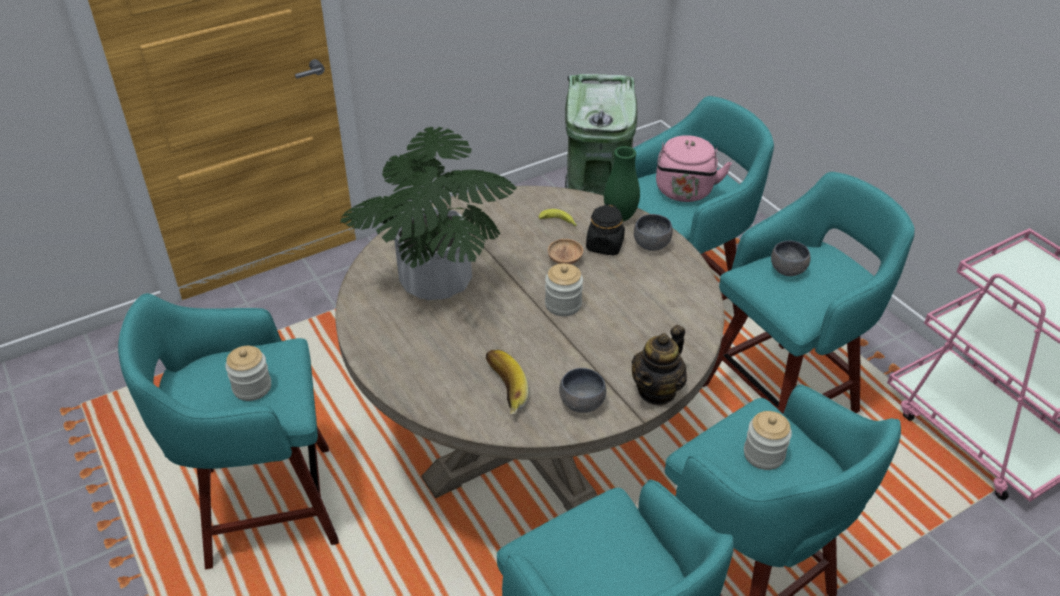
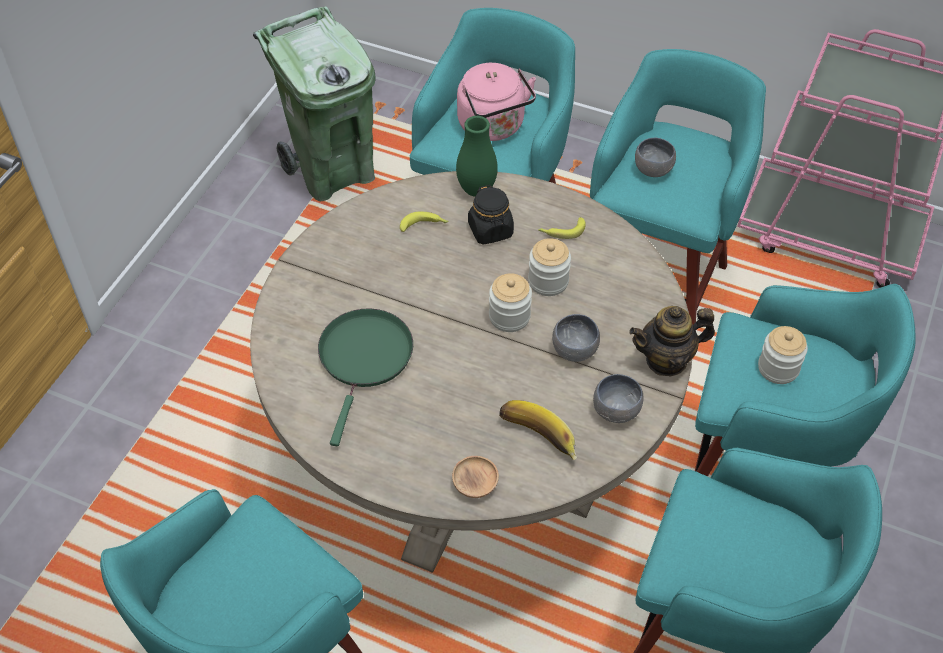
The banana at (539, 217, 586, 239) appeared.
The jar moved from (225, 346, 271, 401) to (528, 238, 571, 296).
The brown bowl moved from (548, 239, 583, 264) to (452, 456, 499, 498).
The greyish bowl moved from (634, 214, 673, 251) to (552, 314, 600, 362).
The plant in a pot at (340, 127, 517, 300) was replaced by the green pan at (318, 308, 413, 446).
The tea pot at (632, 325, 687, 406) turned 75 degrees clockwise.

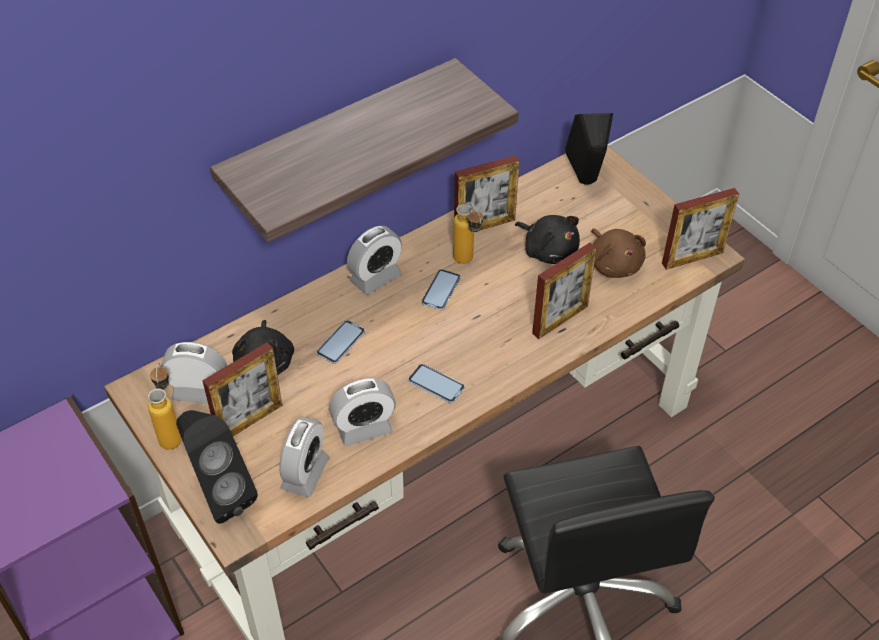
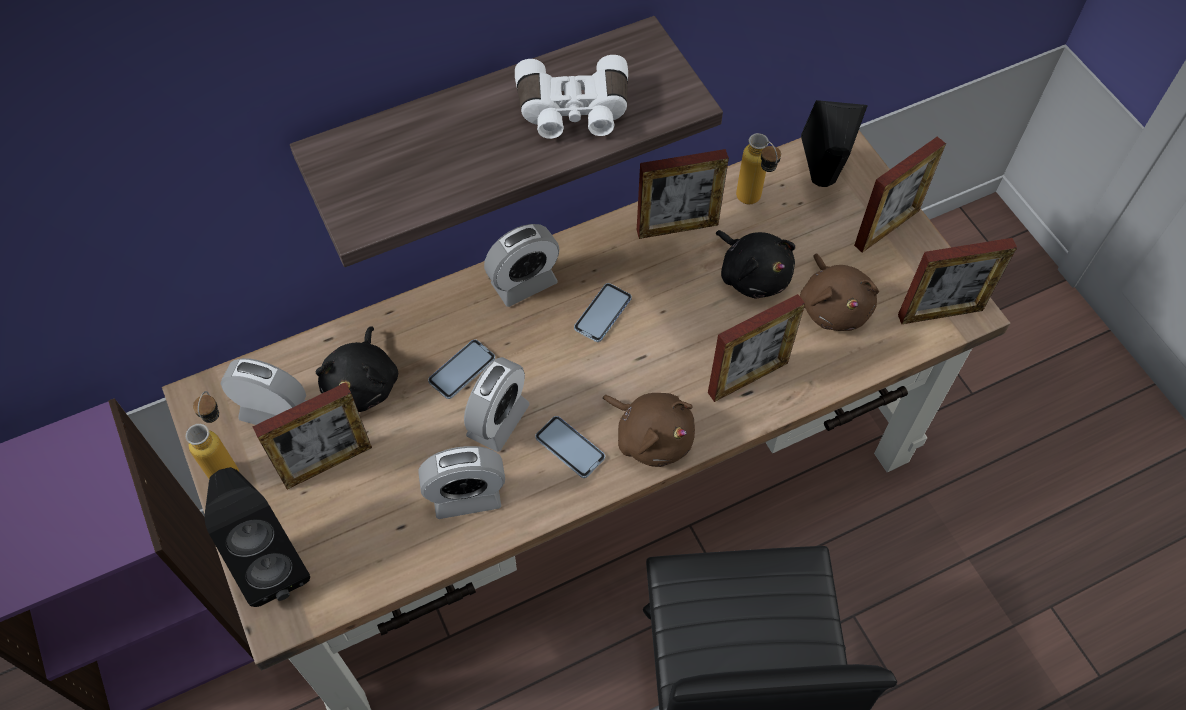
The white-coloured pair of binoculars at (515, 55, 628, 139) appeared.
The brown plush toy at (603, 393, 695, 467) appeared.
The standing frame at (854, 137, 946, 253) appeared.
The alarm clock moved from (279, 417, 329, 497) to (464, 357, 530, 452).
The drink bottle moved from (453, 204, 483, 264) to (736, 133, 781, 204).

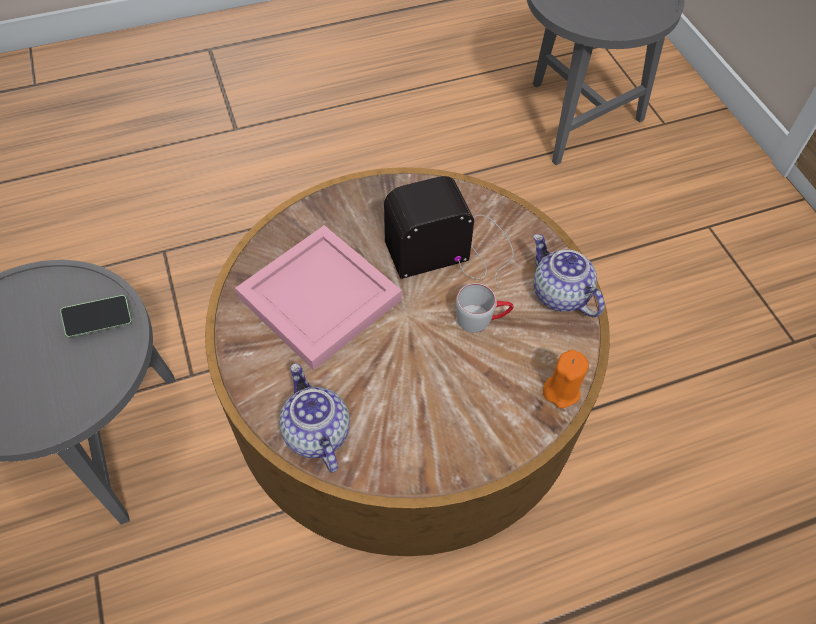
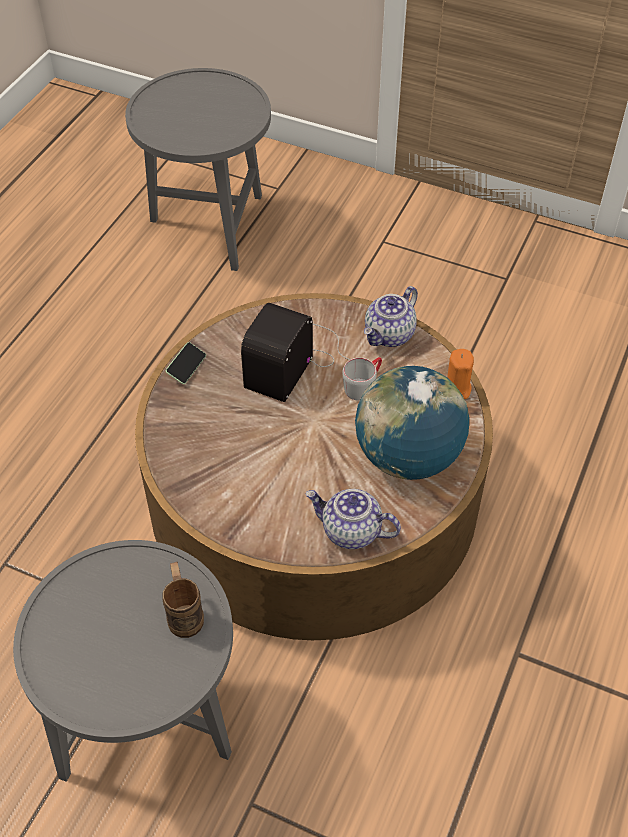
The pink serving tray at (235, 225, 402, 370) disappeared.
The brown mug at (162, 562, 204, 638) appeared.
The globe at (355, 366, 469, 480) appeared.
The handset moved from (60, 295, 131, 337) to (165, 342, 206, 384).
The tea pot at (533, 234, 605, 317) turned 60 degrees counterclockwise.

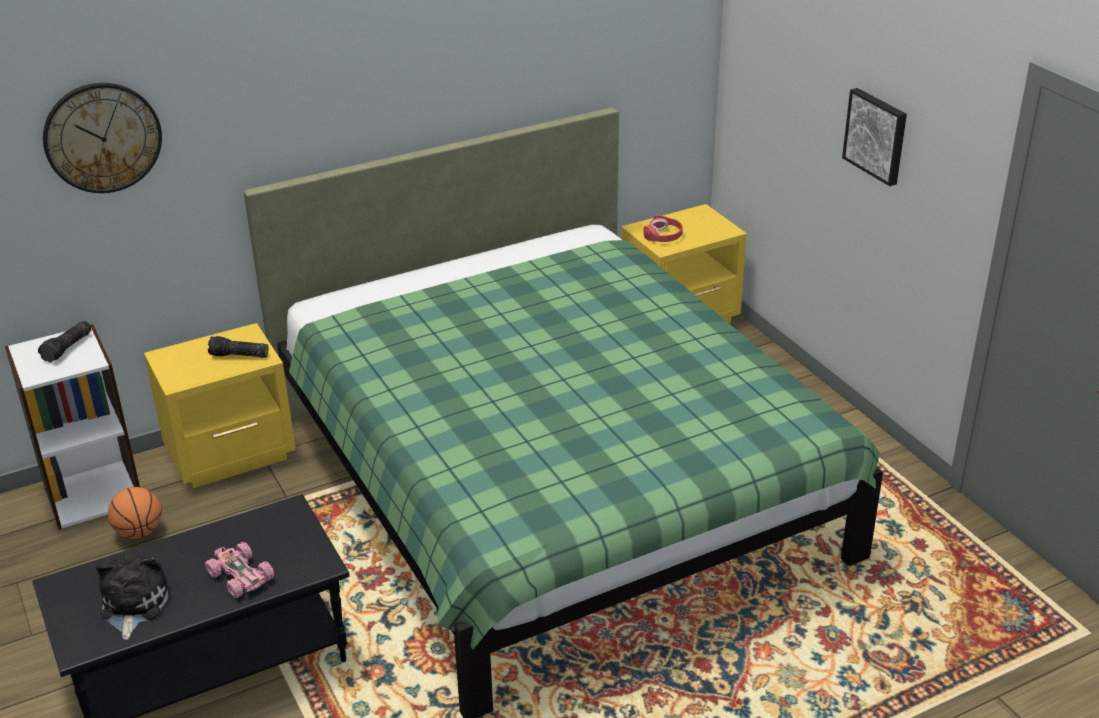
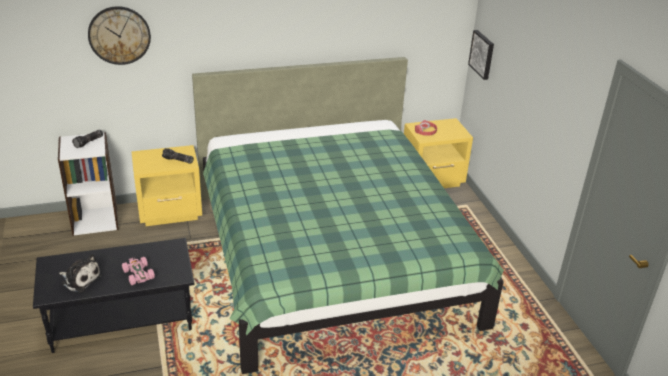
The basketball at (108, 487, 162, 539) disappeared.
The wall art moved from (842, 88, 907, 186) to (468, 30, 494, 80).
The plush toy at (96, 554, 169, 640) turned 105 degrees clockwise.

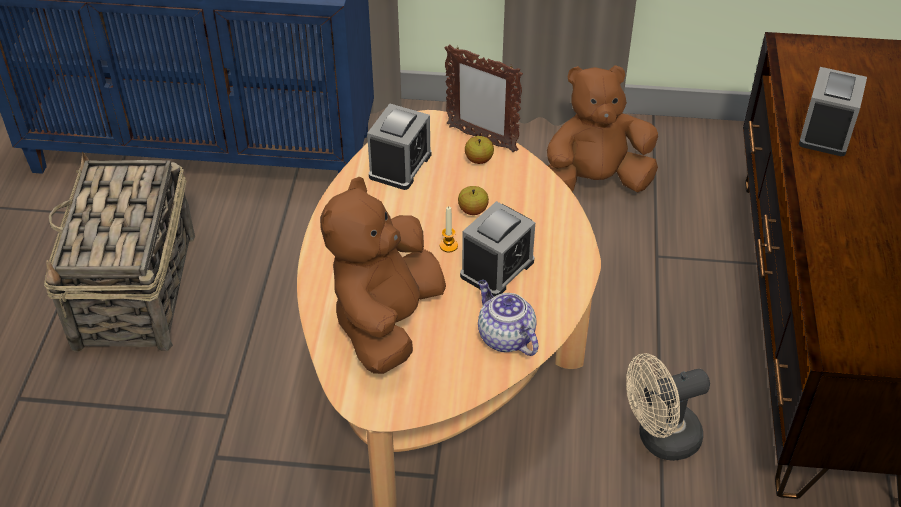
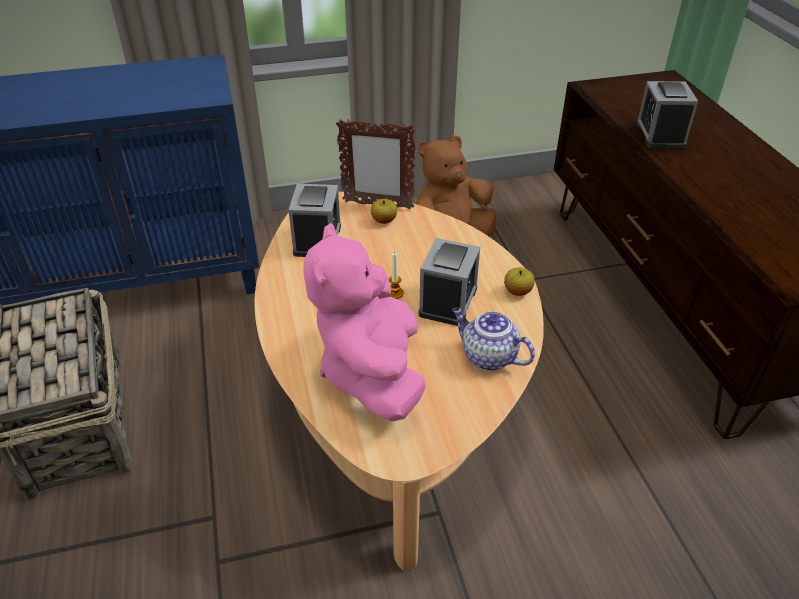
The beige electric fan at (626, 353, 710, 461) disappeared.
The apple fruit moved from (458, 186, 489, 215) to (504, 267, 535, 296).
The brown plush toy at (320, 176, 446, 374) became the pink plush toy at (303, 223, 426, 422).

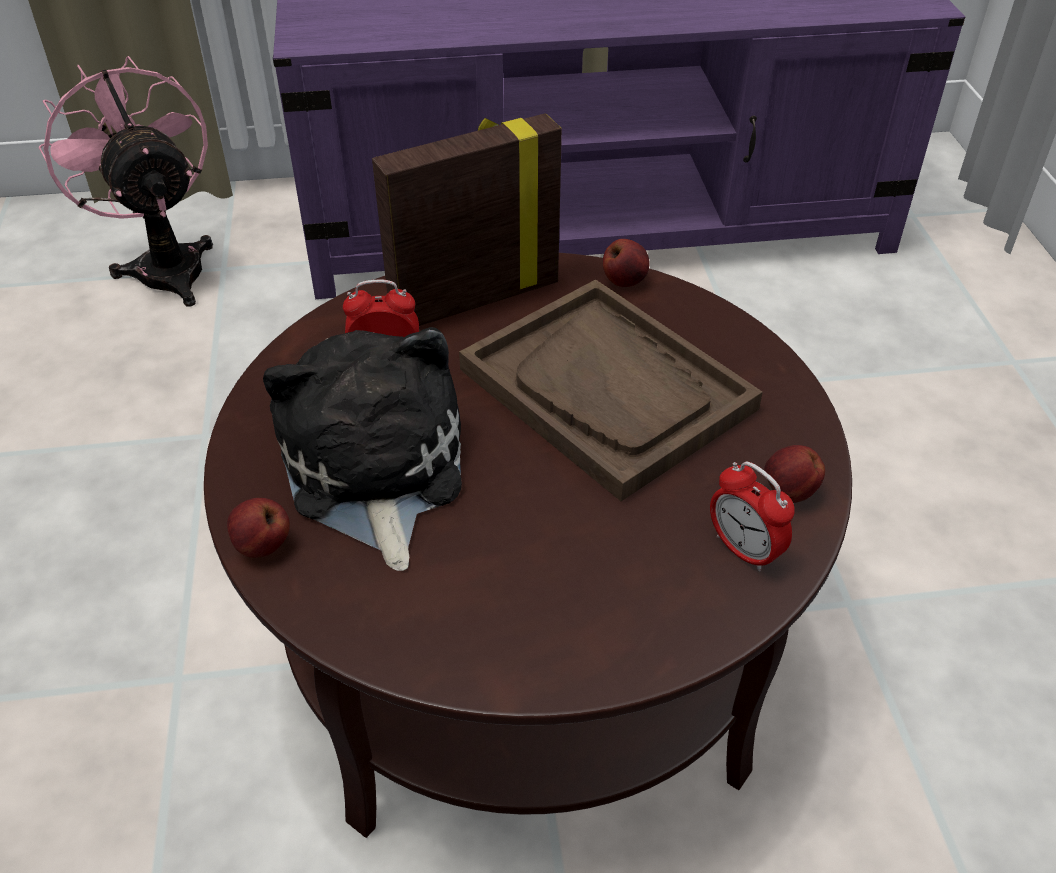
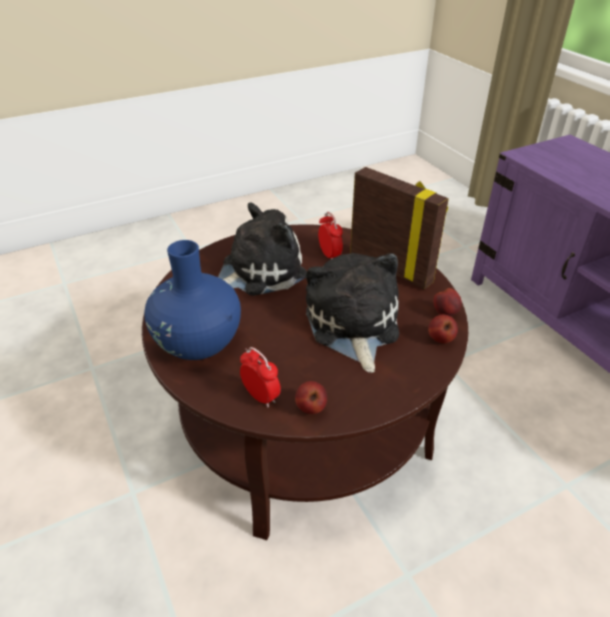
The pink electric fan at (39, 56, 213, 307) disappeared.
The blue vase at (144, 240, 241, 360) appeared.
The apple fruit moved from (227, 498, 290, 558) to (428, 314, 458, 343).
The brown serving tray at (459, 279, 763, 501) was replaced by the plush toy at (306, 253, 399, 373).
The alarm clock at (710, 461, 795, 572) turned 105 degrees clockwise.

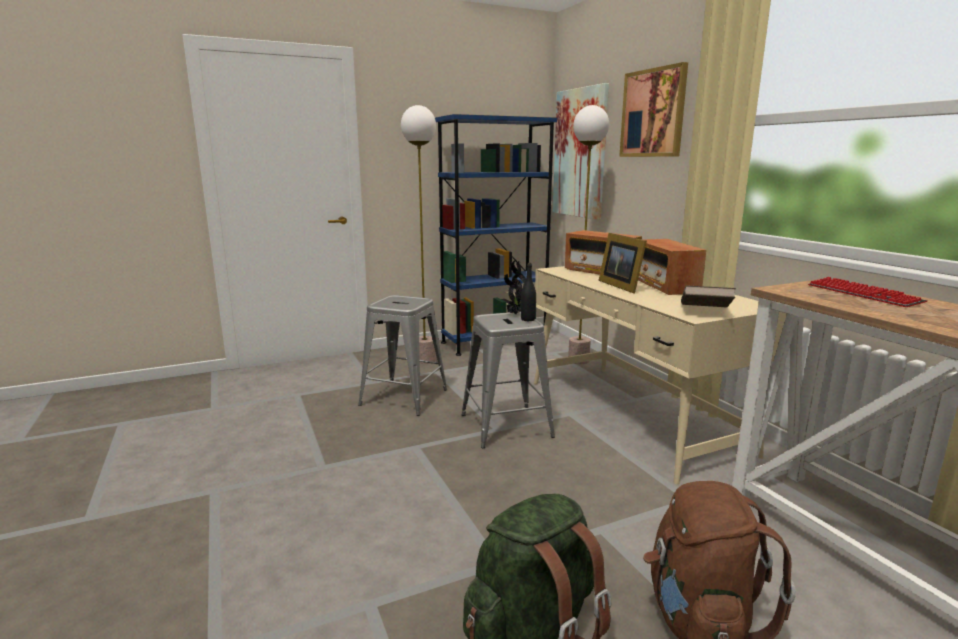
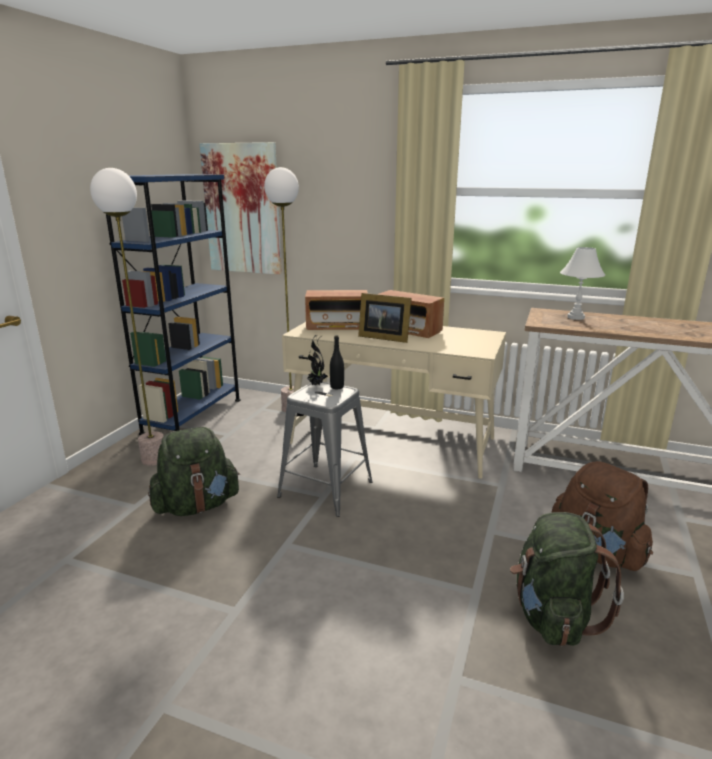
The wall art at (619, 62, 688, 157) disappeared.
The brown volume at (681, 285, 736, 307) disappeared.
The greyish stool at (358, 295, 447, 416) was replaced by the green rucksack at (148, 427, 240, 516).
The keyboard at (808, 277, 927, 307) was replaced by the white-coloured table lamp at (560, 247, 605, 320).

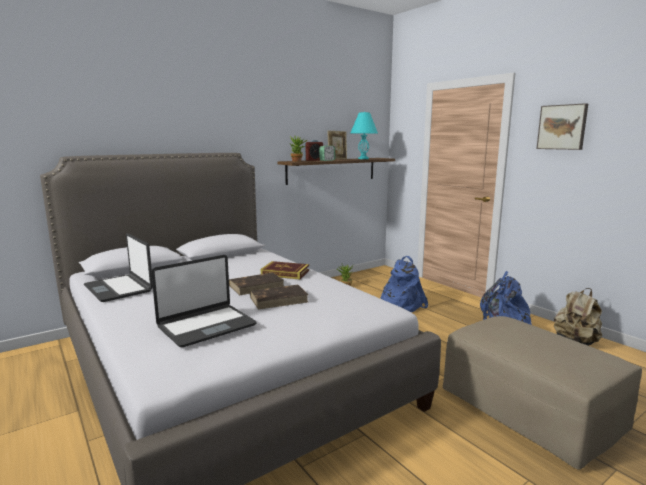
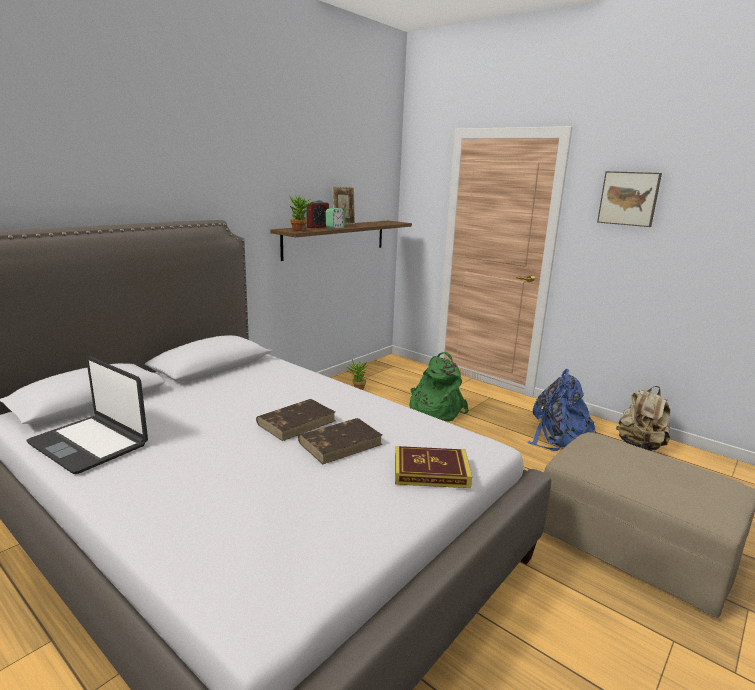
The laptop at (151, 255, 257, 347) disappeared.
The turquoise table lamp at (350, 112, 378, 159) disappeared.
The volume moved from (261, 261, 309, 280) to (395, 446, 472, 488).
The blue rucksack at (380, 256, 428, 312) became the green rucksack at (409, 352, 469, 421).

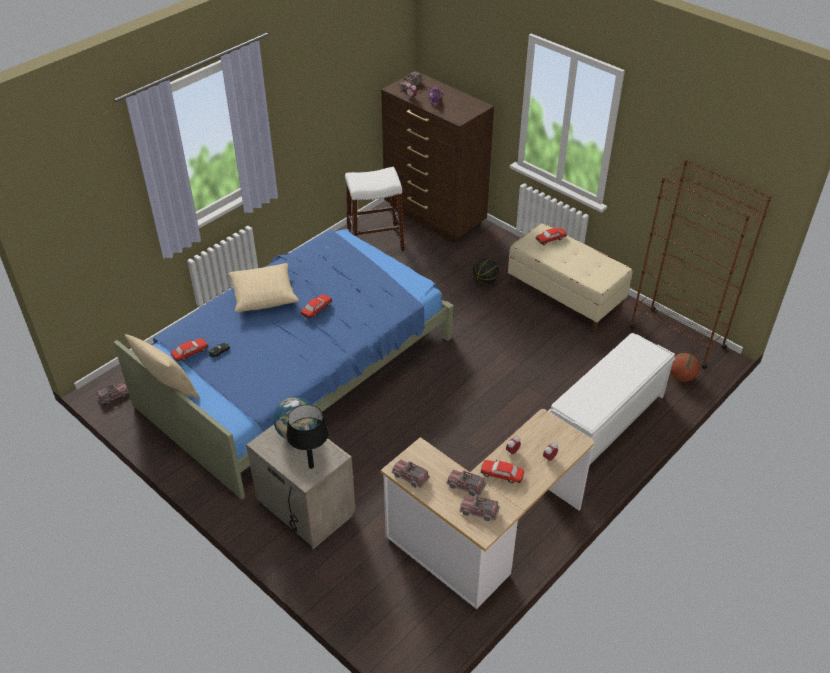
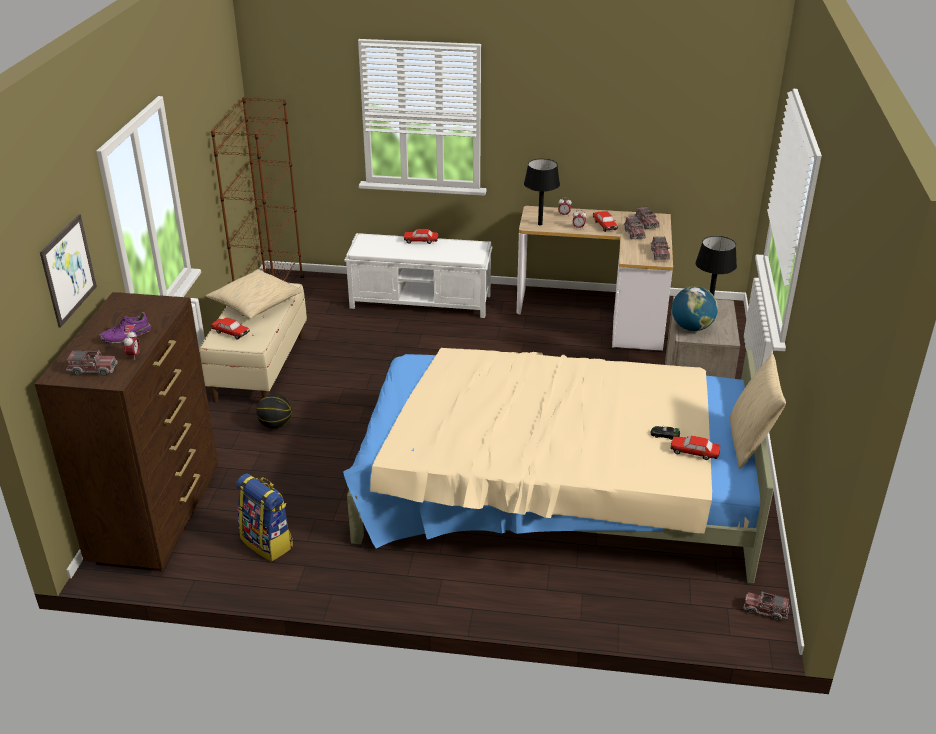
The basketball at (670, 353, 700, 382) disappeared.
The wall art at (40, 214, 97, 328) appeared.
The blackish table lamp at (524, 159, 560, 226) appeared.
The beige cushion moved from (228, 263, 299, 312) to (206, 269, 303, 319).
The miniature car moved from (301, 294, 332, 319) to (404, 229, 438, 244).
The white-coloured stool at (345, 167, 405, 251) was replaced by the rucksack at (236, 473, 293, 561).
The blue sleeping bed at (113, 229, 454, 499) became the beige sleeping bed at (343, 348, 774, 583).

